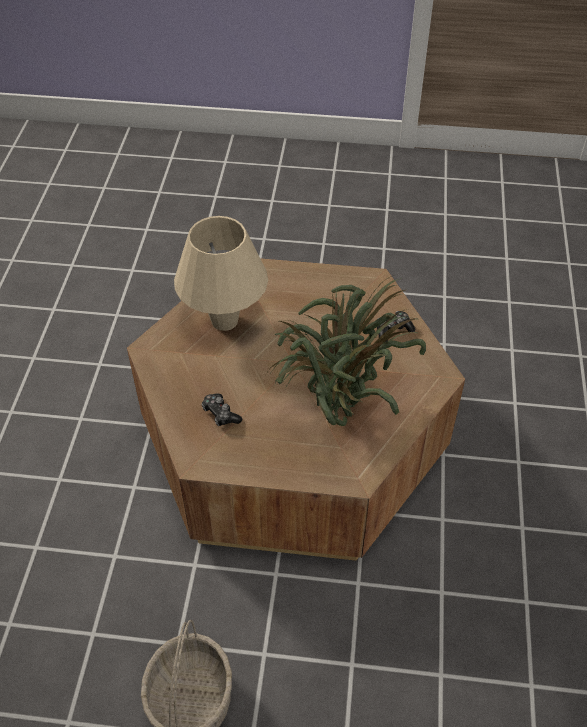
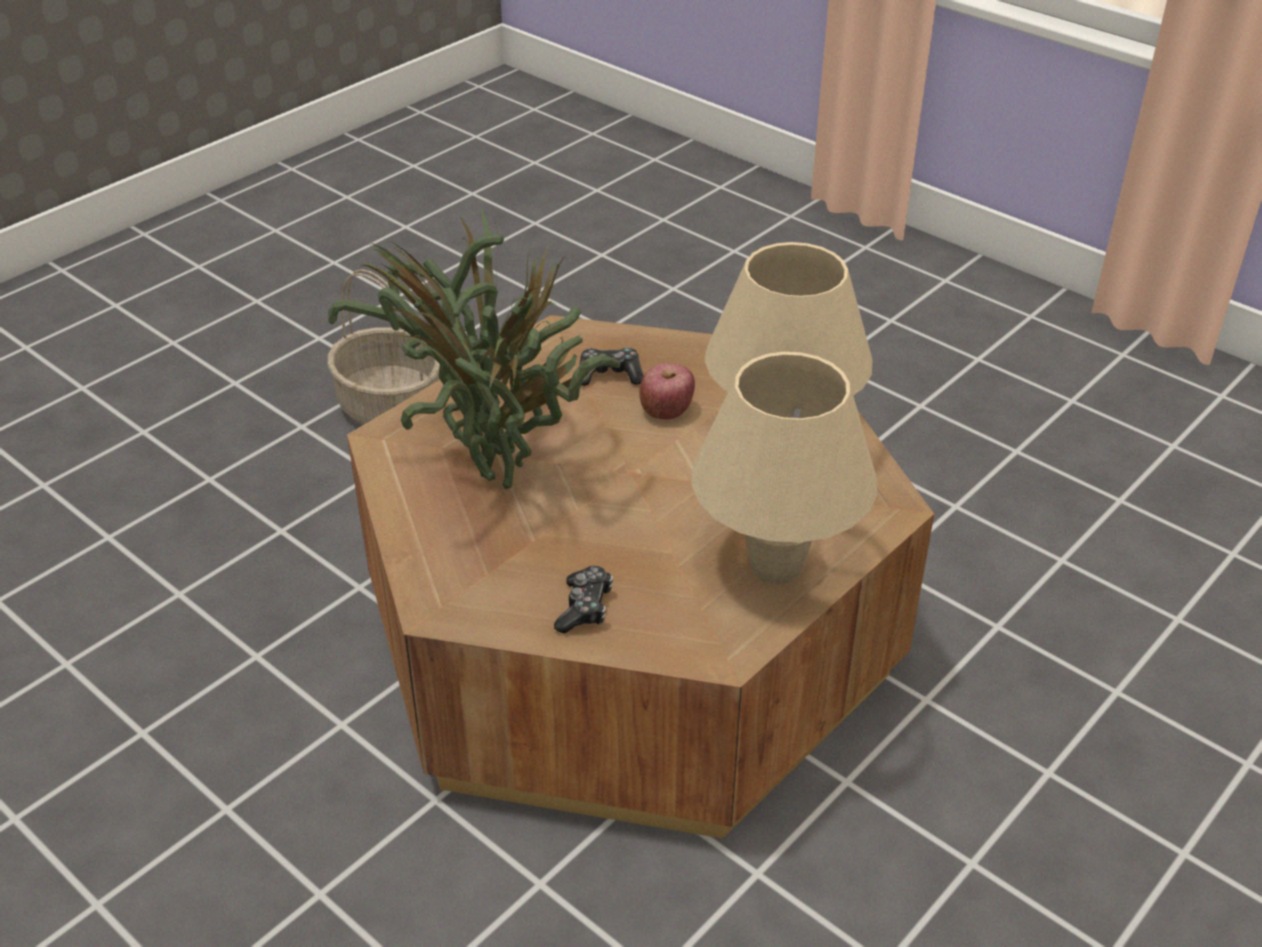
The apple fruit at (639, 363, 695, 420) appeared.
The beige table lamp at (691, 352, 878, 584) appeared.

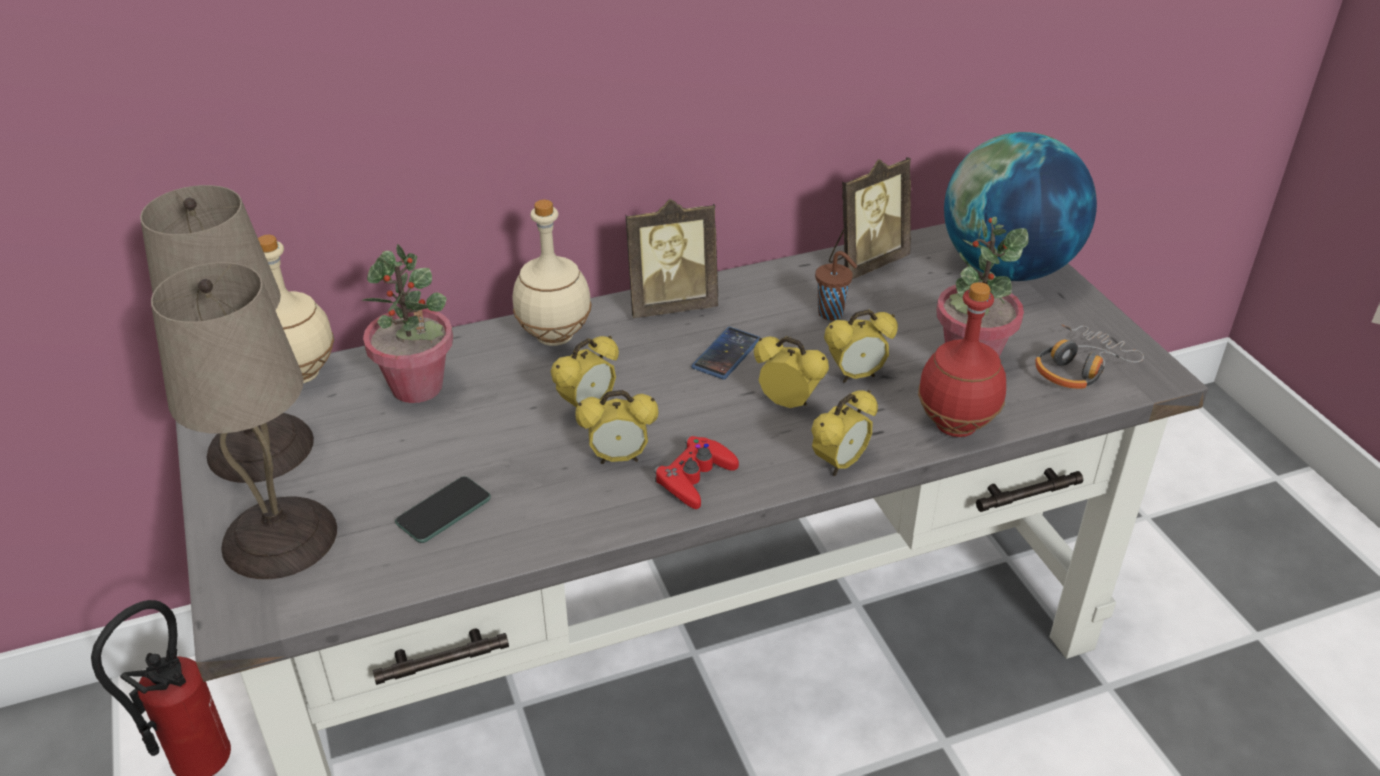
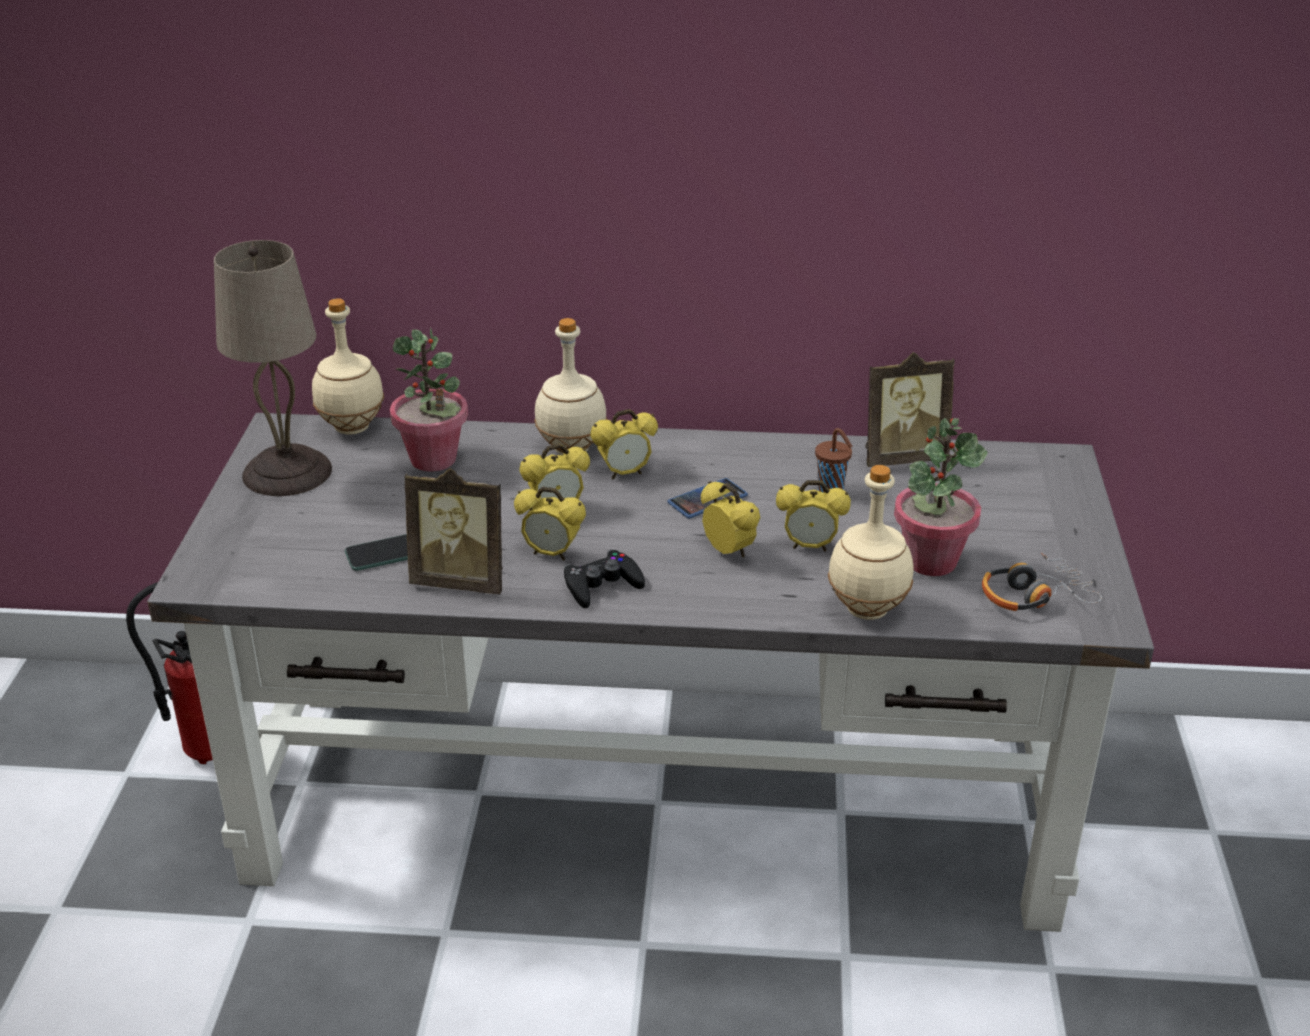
The beige table lamp at (151, 262, 337, 579) disappeared.
The globe at (944, 132, 1097, 281) disappeared.
The standing frame moved from (625, 199, 718, 318) to (405, 468, 503, 594).
The alarm clock moved from (811, 390, 878, 476) to (590, 409, 658, 479).
The reddish gamepad at (654, 436, 739, 509) became the blackish gamepad at (564, 550, 645, 608).
The reddish drink bottle at (918, 282, 1006, 437) became the beige drink bottle at (828, 465, 913, 620).

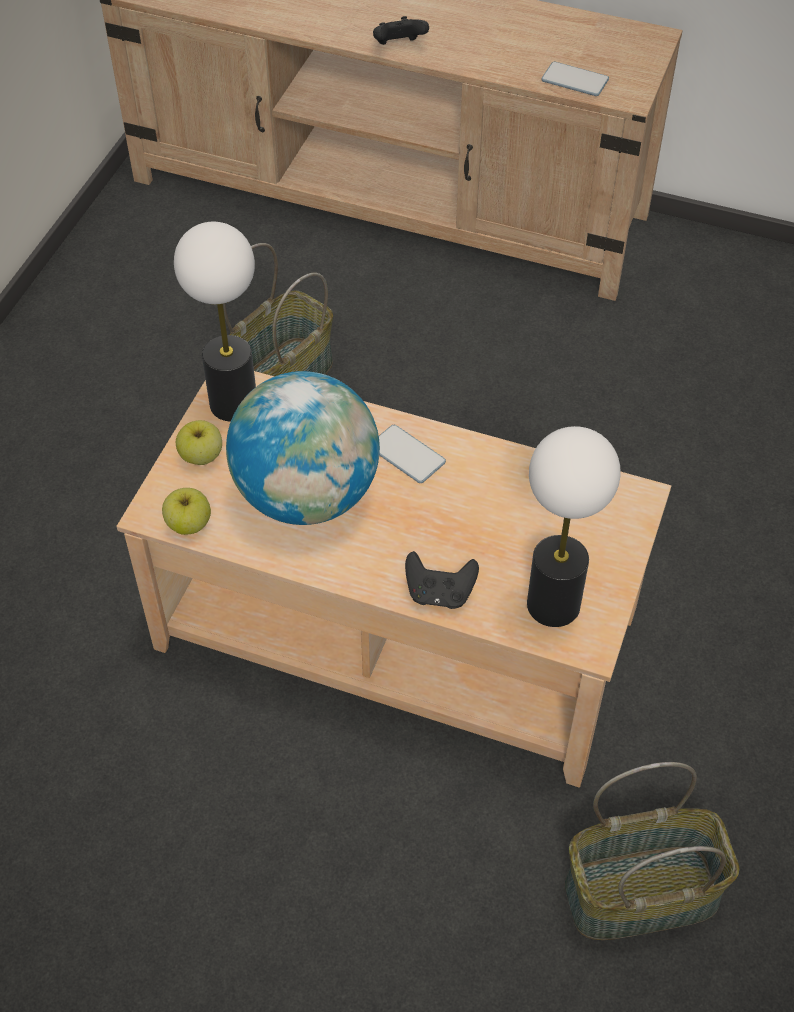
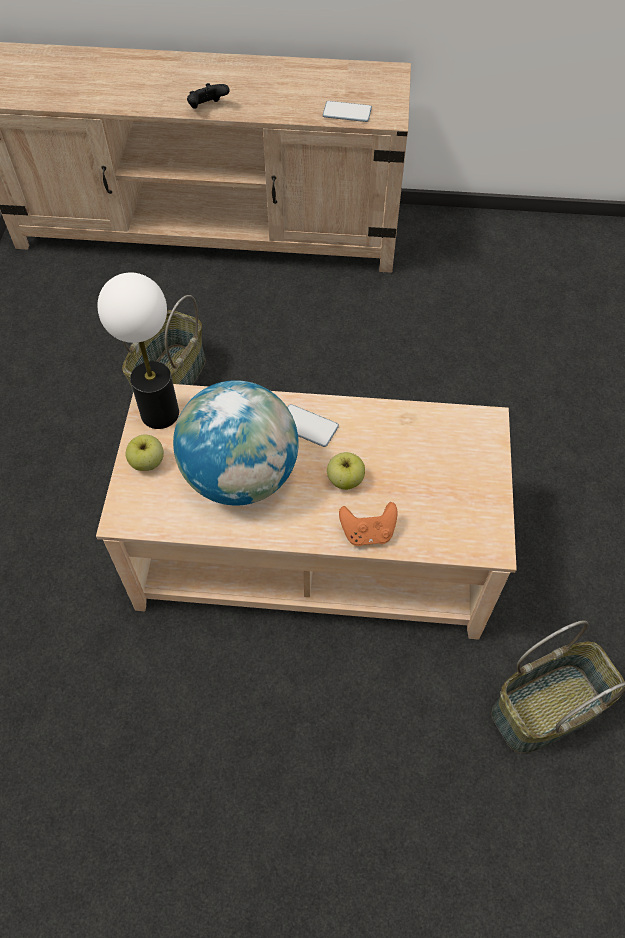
The table lamp at (527, 426, 620, 627) disappeared.
The apple fruit moved from (162, 488, 211, 535) to (327, 452, 365, 490).
The blackish gamepad at (405, 551, 479, 609) became the orangey gamepad at (339, 502, 398, 546).

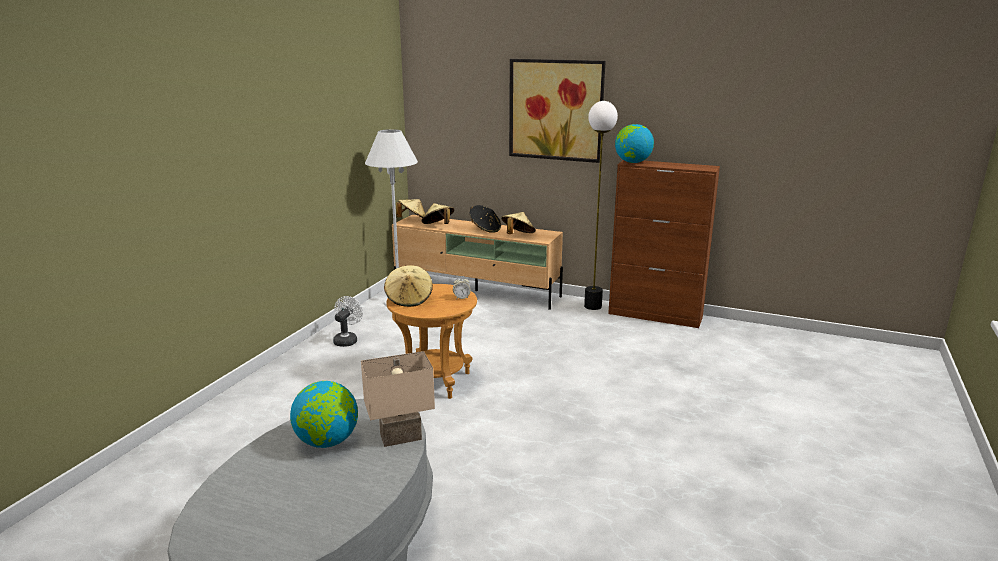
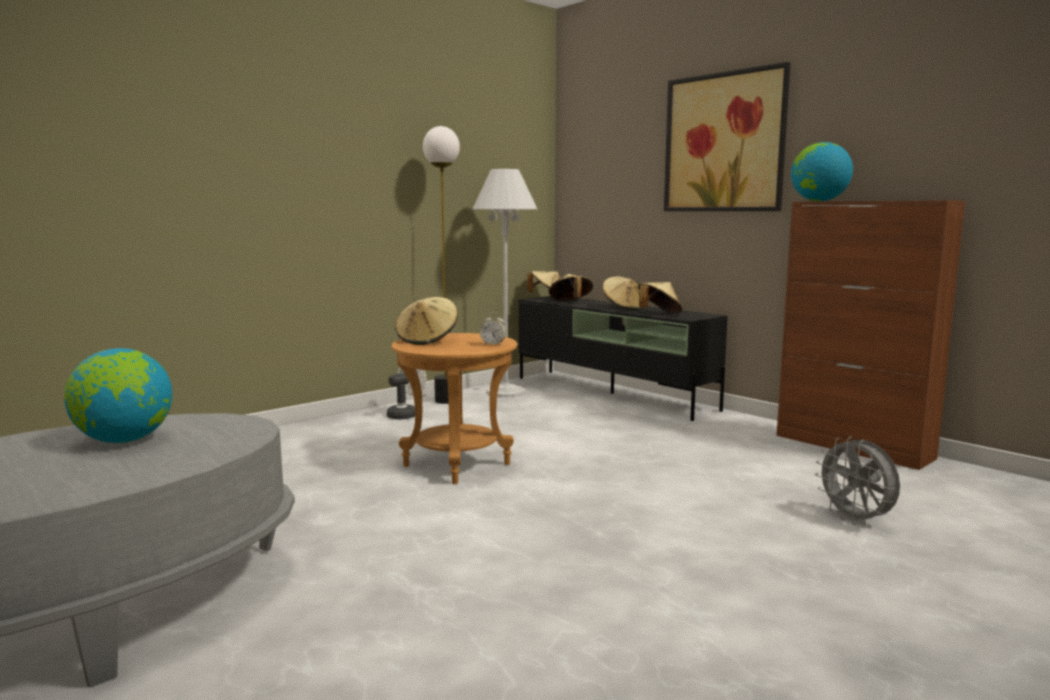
The beige table lamp at (361, 351, 435, 447) disappeared.
The greyish electric fan at (815, 437, 900, 525) appeared.
The standing lamp moved from (584, 101, 618, 310) to (423, 126, 460, 404).
The beige tv unit at (392, 215, 563, 310) became the blackish tv unit at (519, 296, 728, 421).
The blackish wearable hat at (470, 205, 501, 233) became the beige wearable hat at (603, 277, 642, 310).

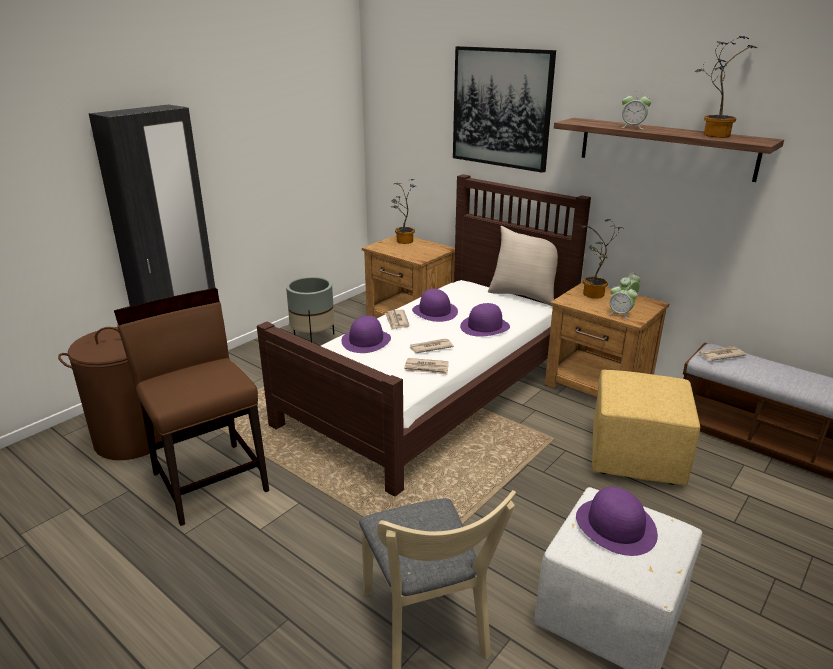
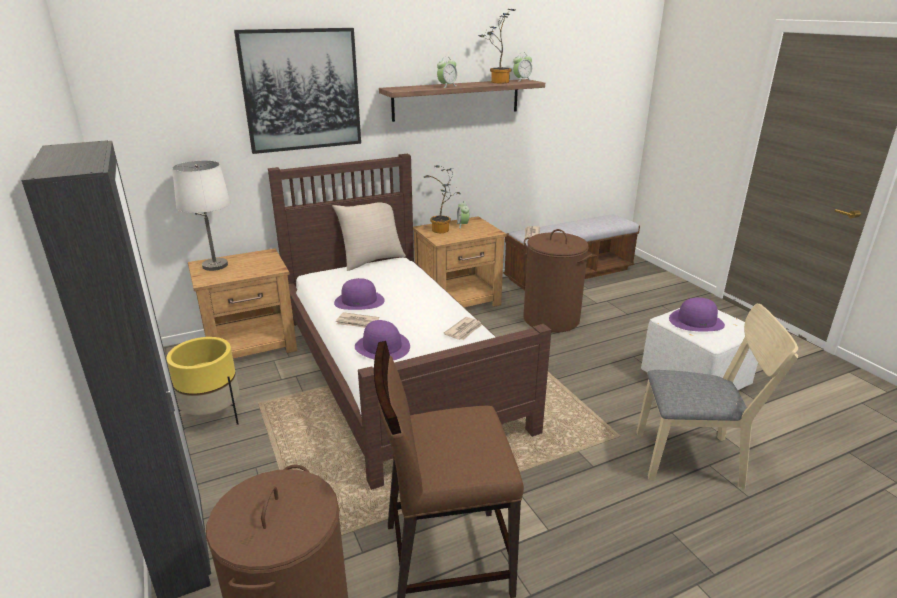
The newspaper at (409, 339, 454, 353) disappeared.
The purple-coloured wearable hat at (460, 303, 510, 337) disappeared.
The alarm clock moved from (608, 284, 637, 319) to (513, 52, 532, 81).
The plant in a pot at (391, 179, 417, 244) was replaced by the white-coloured table lamp at (172, 160, 231, 271).
The yellowish footrest at (592, 369, 700, 486) was replaced by the brown laundry basket at (523, 229, 592, 333).
The greyish planter at (286, 277, 335, 342) became the yellowish planter at (166, 337, 239, 428).

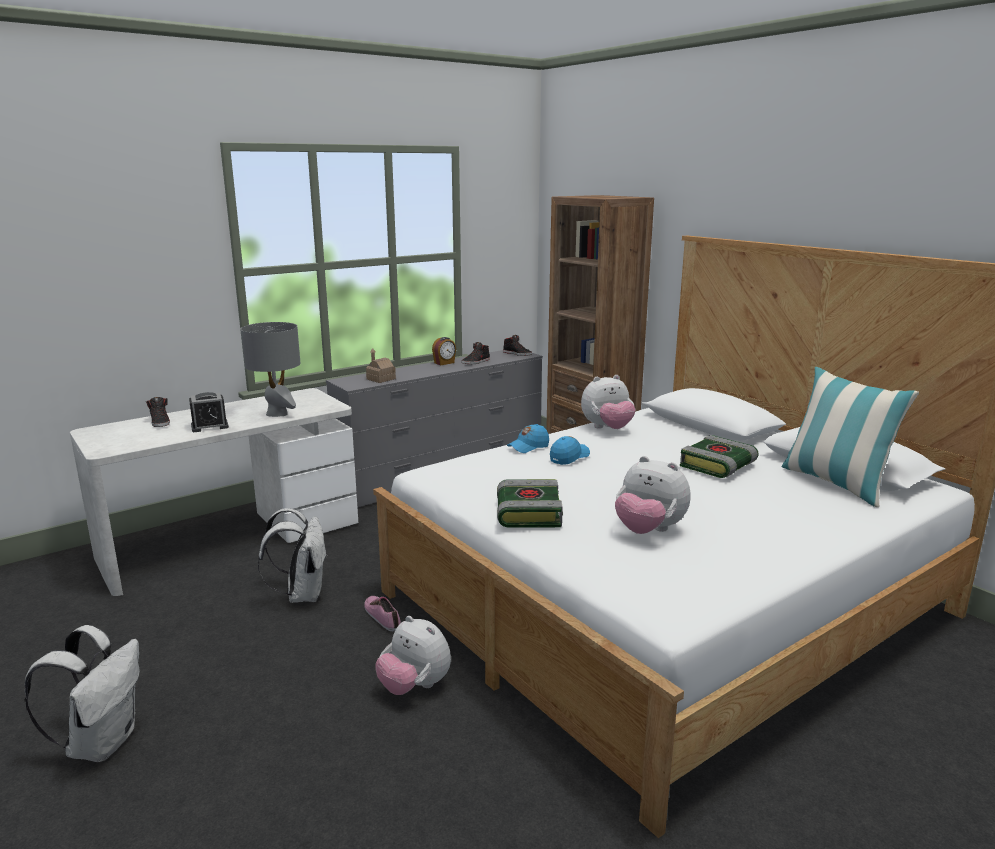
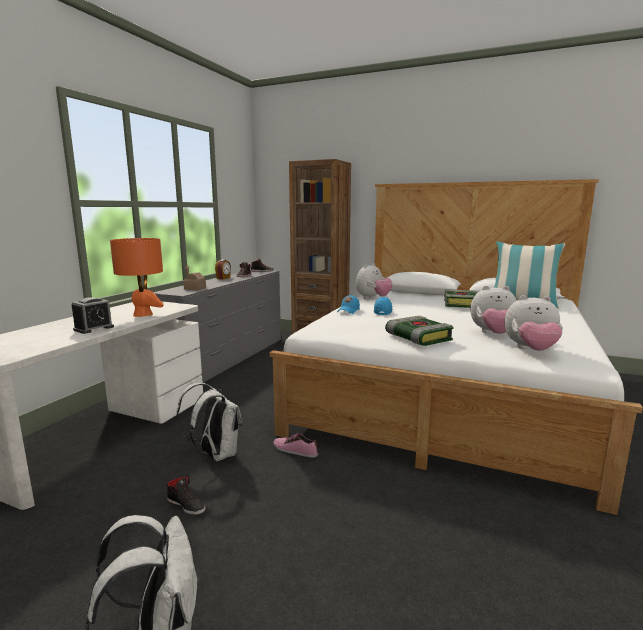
The blackish low shoe moved from (146, 397, 170, 427) to (167, 476, 206, 515).
The plush toy moved from (375, 616, 451, 695) to (504, 295, 563, 351).
The greyish table lamp at (241, 322, 301, 417) became the orangey table lamp at (110, 238, 164, 317).

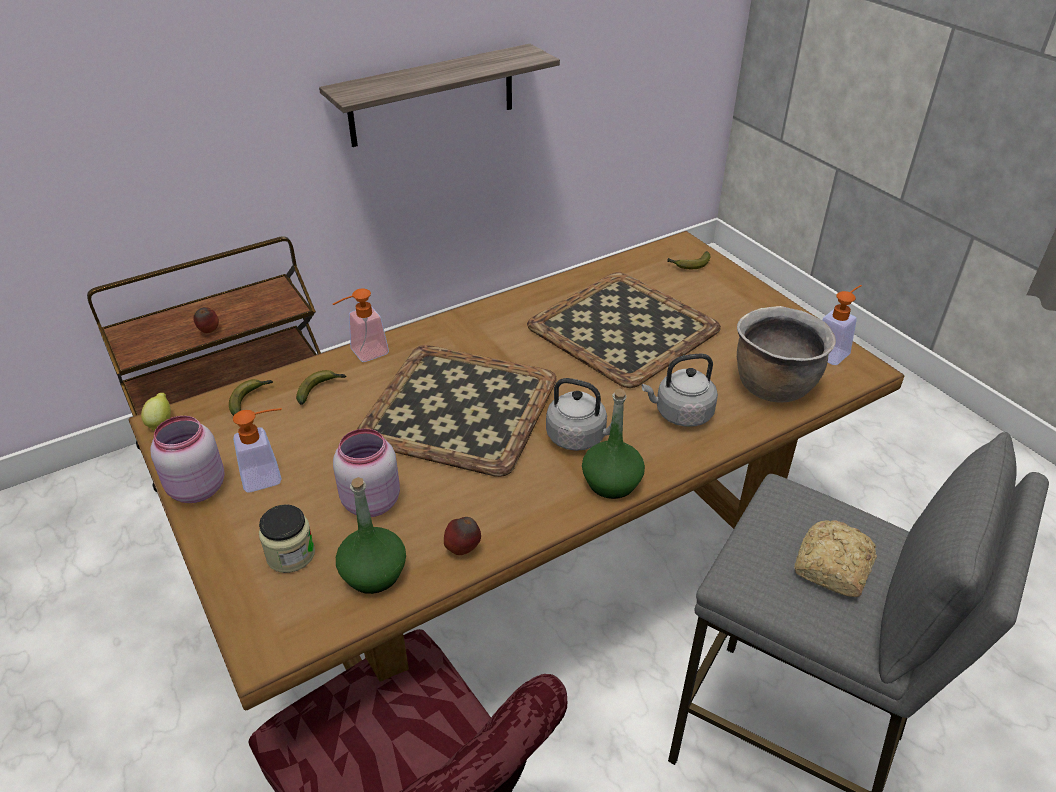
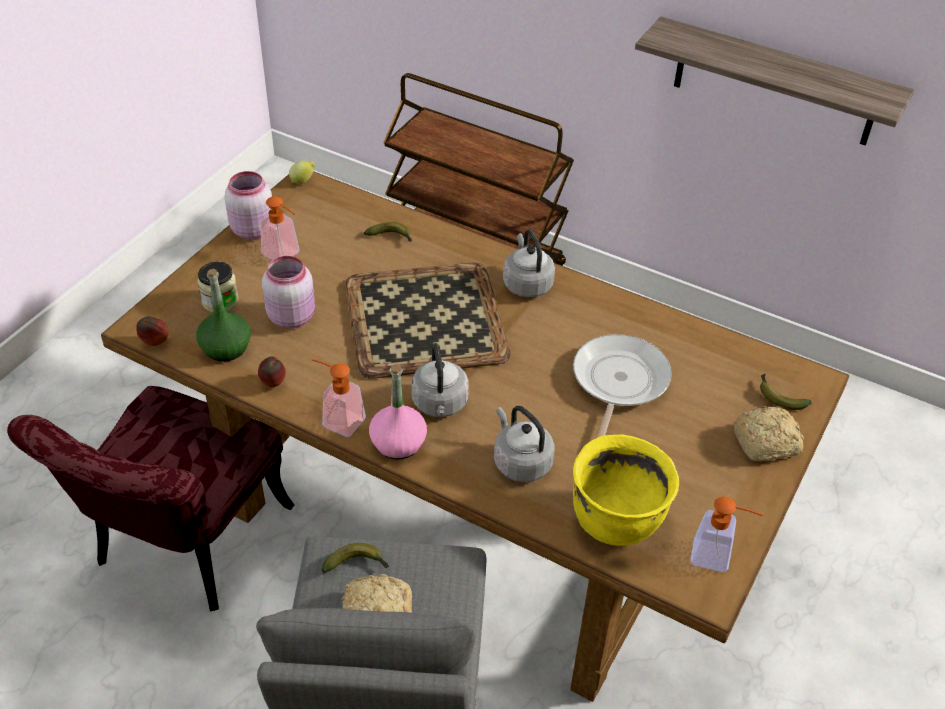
The greyish tea kettle at (503, 230, 555, 297) appeared.
The bread at (734, 406, 804, 461) appeared.
The apple fruit moved from (193, 307, 219, 333) to (136, 317, 169, 346).
The banana moved from (229, 379, 273, 416) to (322, 543, 389, 573).
The liquid soap bottle moved from (333, 289, 389, 362) to (312, 359, 366, 437).
The serving tray at (527, 272, 721, 388) was replaced by the pan at (573, 334, 672, 438).
The green drink bottle at (582, 388, 645, 499) became the pink drink bottle at (369, 364, 427, 460).
The brown saucepot at (737, 306, 836, 402) became the yellowish saucepot at (573, 435, 679, 546).

